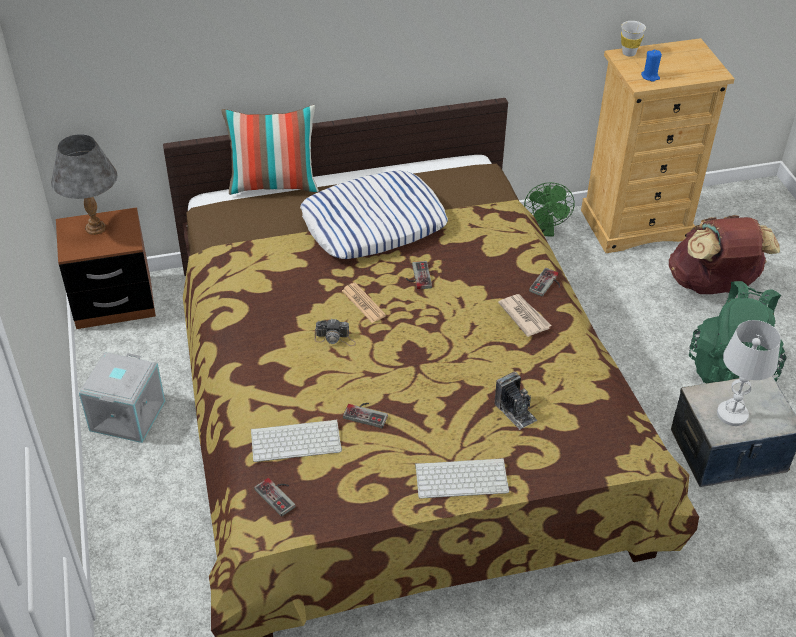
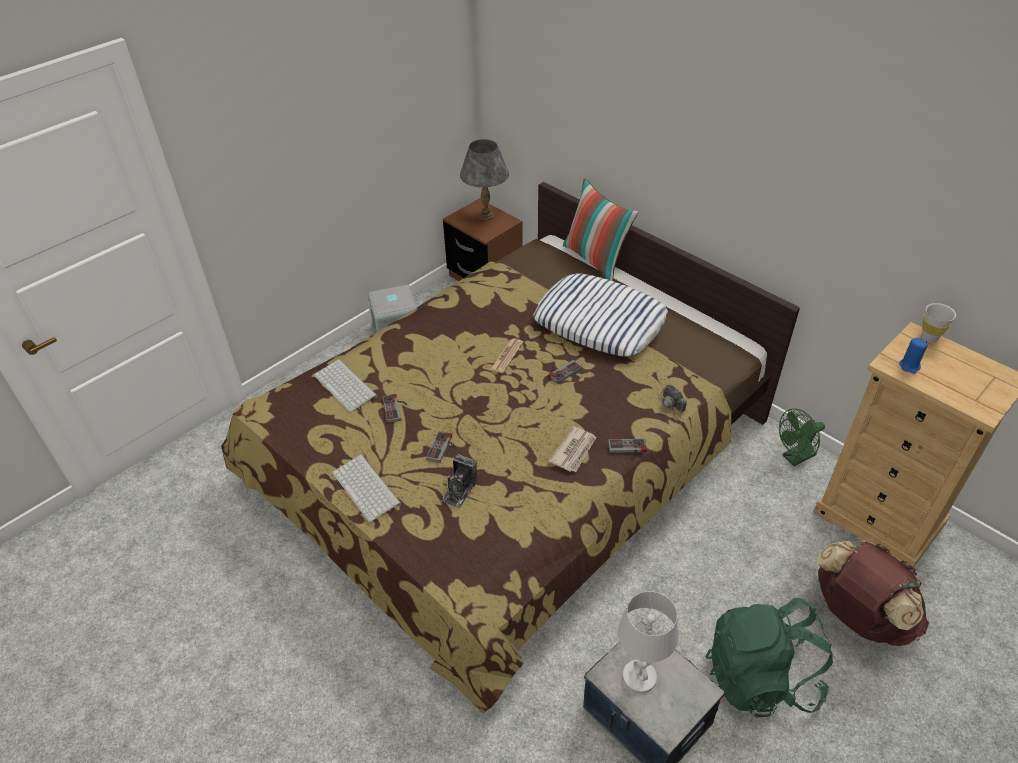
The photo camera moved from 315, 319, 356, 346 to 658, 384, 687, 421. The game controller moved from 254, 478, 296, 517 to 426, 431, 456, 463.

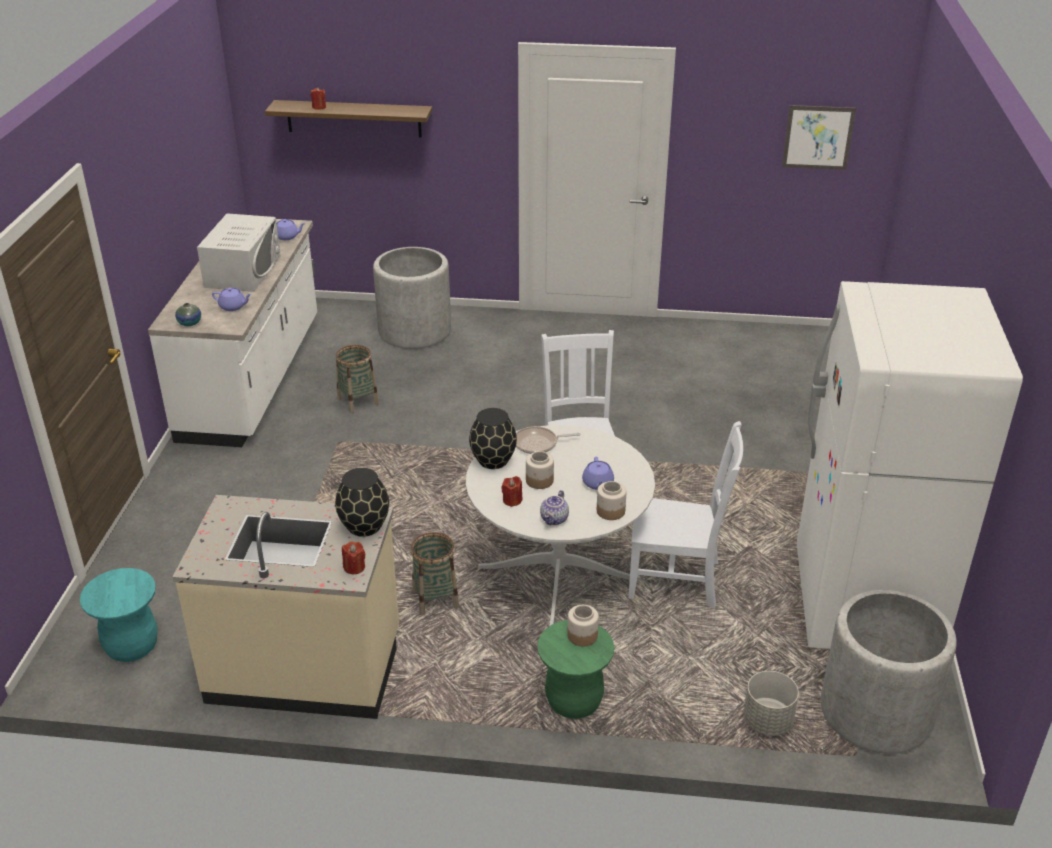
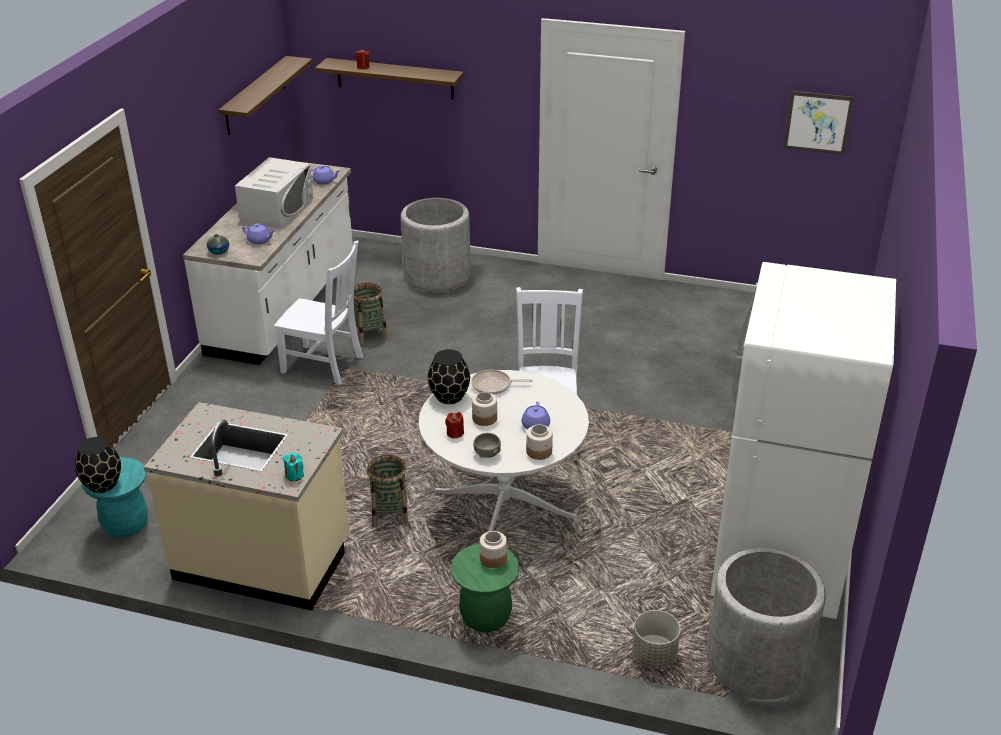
The plain chair in white-coloured moved from 628, 421, 743, 608 to 274, 241, 363, 385. The decorative vase in black moved from 335, 468, 389, 537 to 75, 437, 121, 493. The pot for tea at 540, 490, 569, 525 was replaced by the deep dish in greyish at 473, 433, 501, 458. The wax candle in reddish at 342, 541, 366, 574 became the wax candle in turquoise at 283, 453, 304, 481. The wall shelf at 218, 56, 313, 135 appeared.

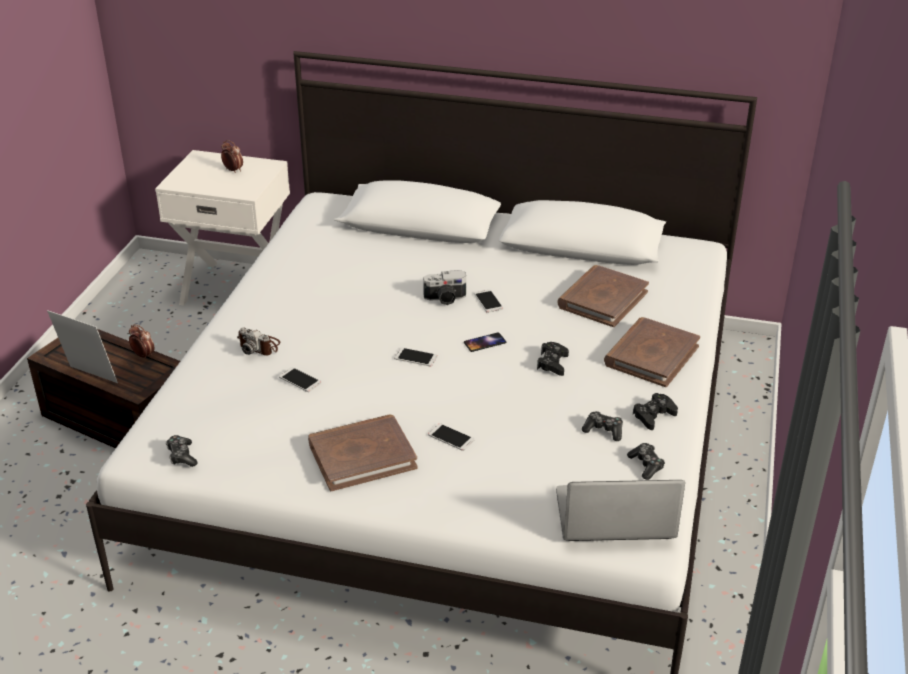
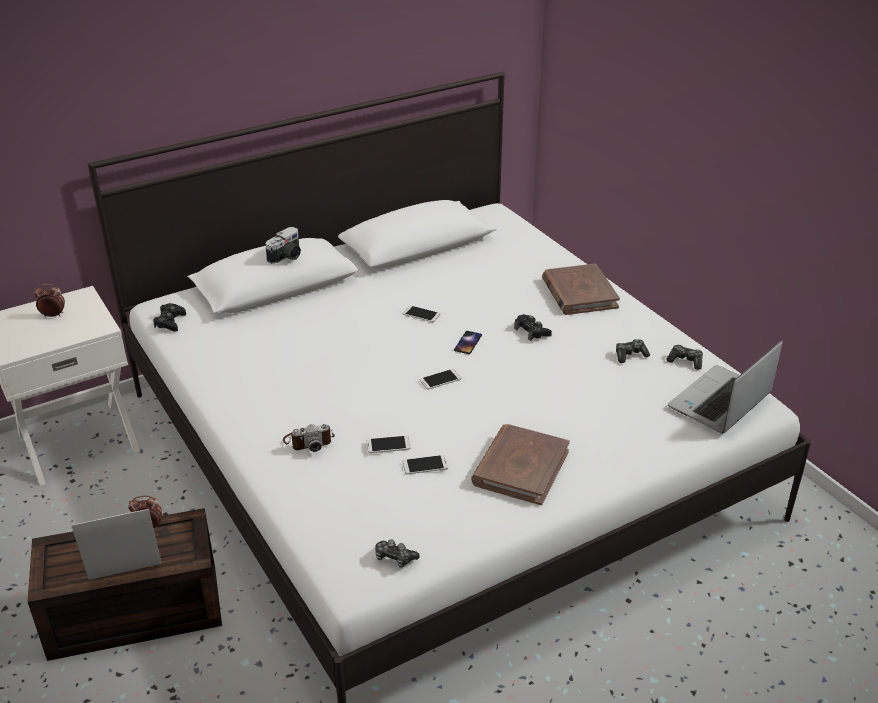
The bound book in brown-coloured at 557, 265, 649, 327 disappeared. The photo camera moved from 423, 270, 466, 305 to 265, 227, 301, 264. The game controller in black moved from 633, 393, 678, 430 to 153, 303, 186, 332. The phone moved from 428, 423, 475, 451 to 402, 455, 448, 475.

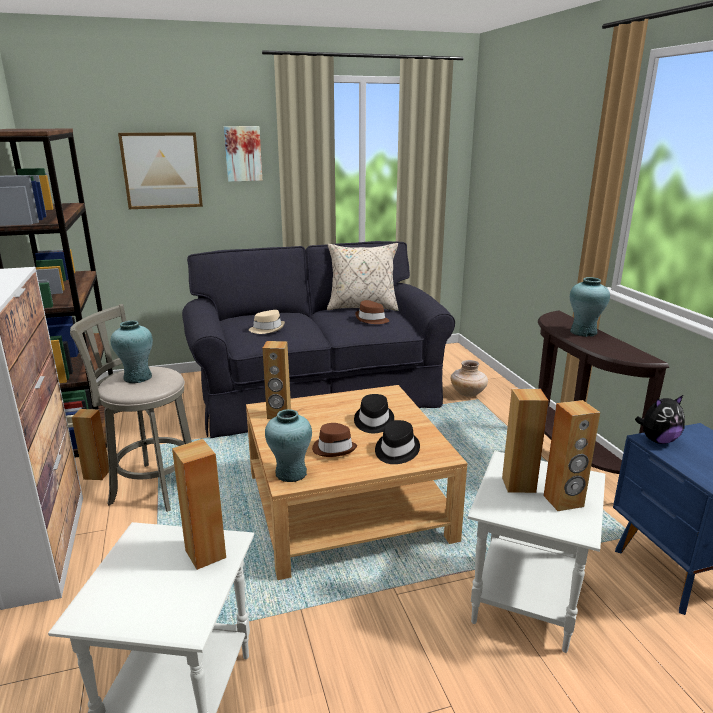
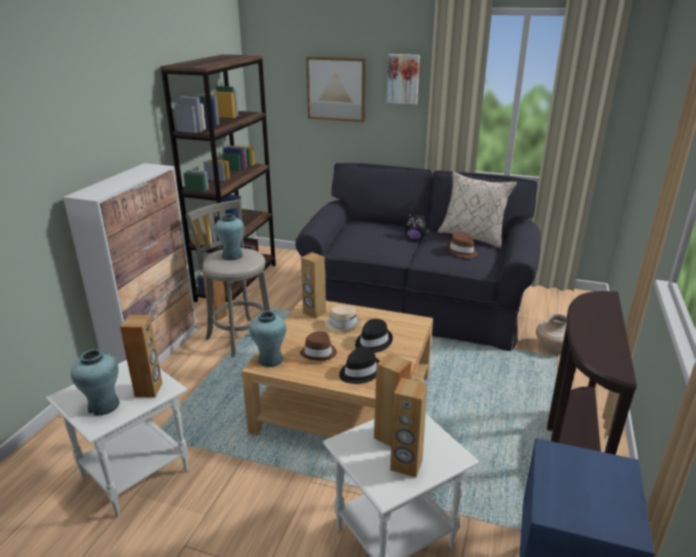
The decorative vase in turquoise moved from 570, 277, 610, 337 to 71, 349, 120, 415. The clothing hat in sand-coloured moved from 249, 310, 285, 334 to 324, 305, 361, 332. The cuddly toy moved from 635, 395, 685, 444 to 405, 213, 430, 240.

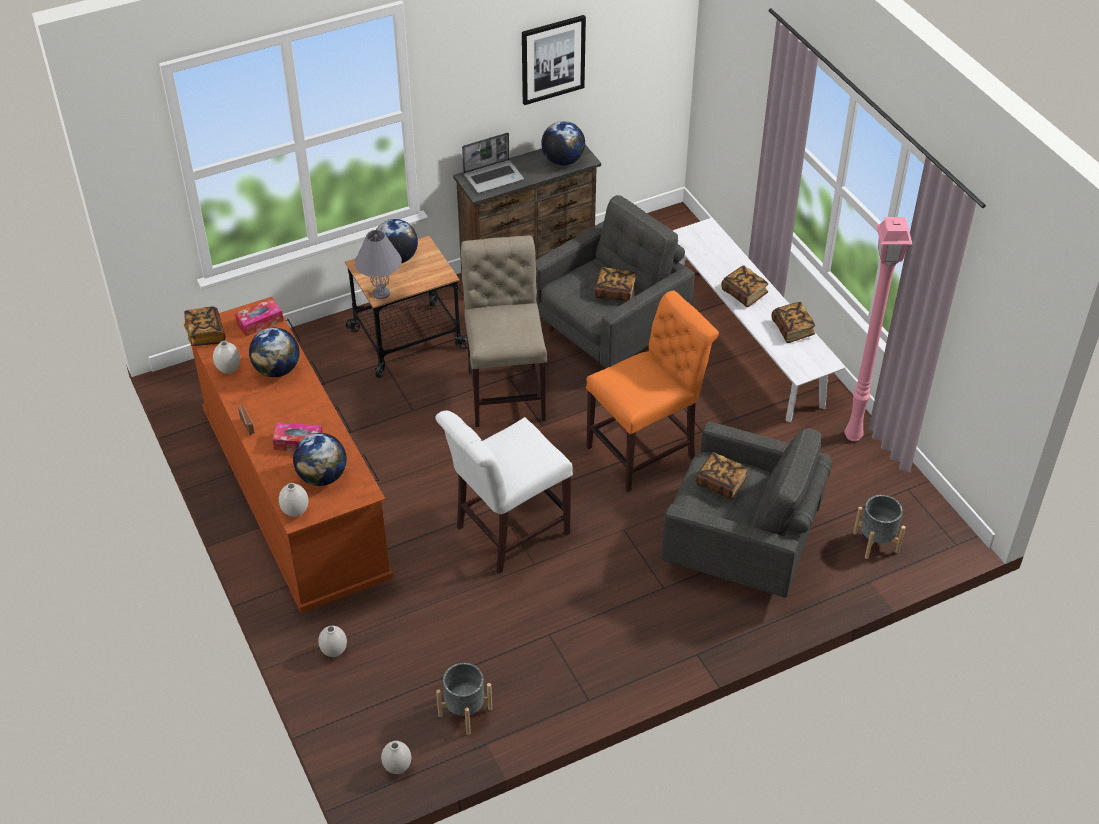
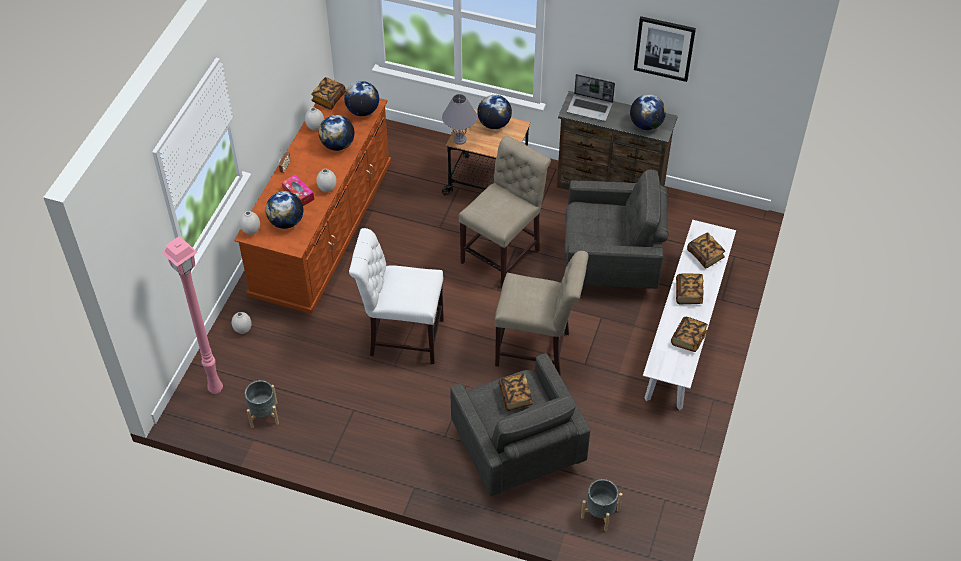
The floor lamp in pinkish moved from 844, 217, 912, 441 to 161, 236, 223, 394. The bound book moved from 595, 267, 636, 302 to 687, 232, 725, 268. The plain chair in orangey at 586, 291, 719, 492 became the plain chair in sand-coloured at 495, 251, 589, 375. The tissue box at 235, 298, 284, 336 was replaced by the world globe at 344, 81, 379, 116. The decorative vase in white-coloured moved from 381, 741, 411, 774 to 316, 169, 336, 192.

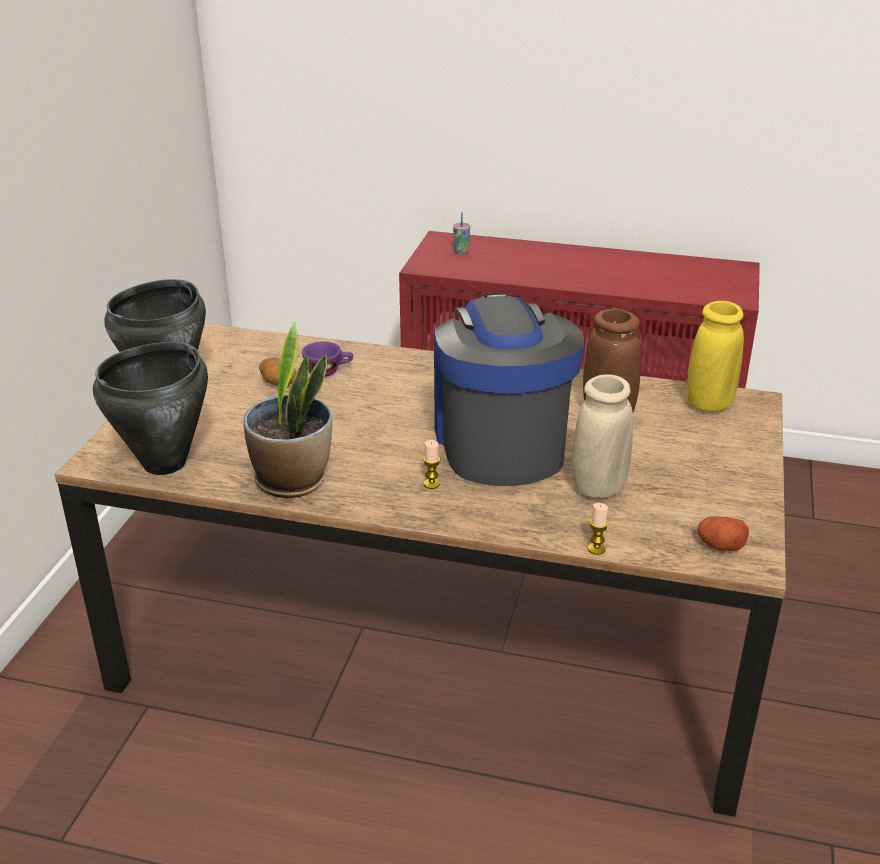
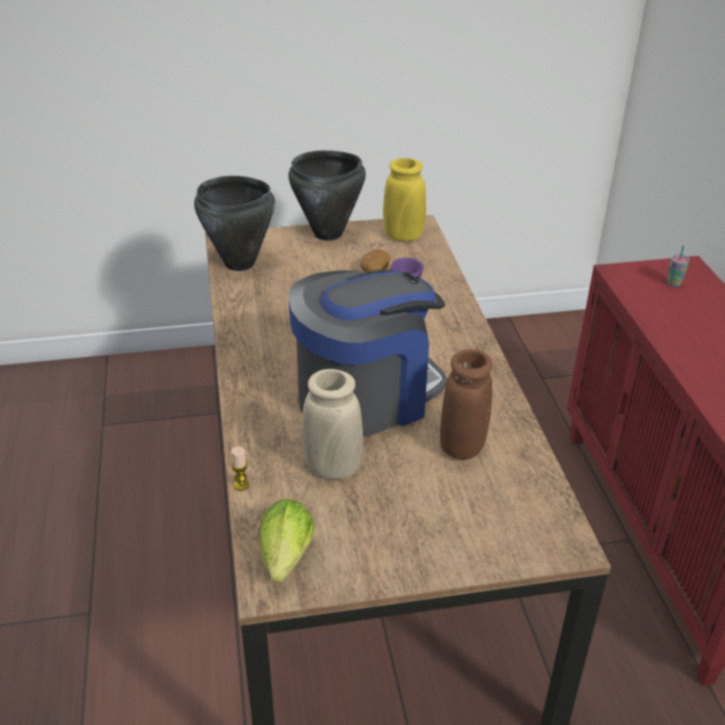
The decorative vase in yellow-coloured moved from 687, 301, 744, 412 to 383, 158, 426, 241. The houseplant at 243, 322, 332, 498 disappeared. The wax candle at 423, 440, 440, 489 disappeared. The whole potato at 698, 516, 749, 551 was replaced by the head of lettuce at 259, 498, 315, 583.

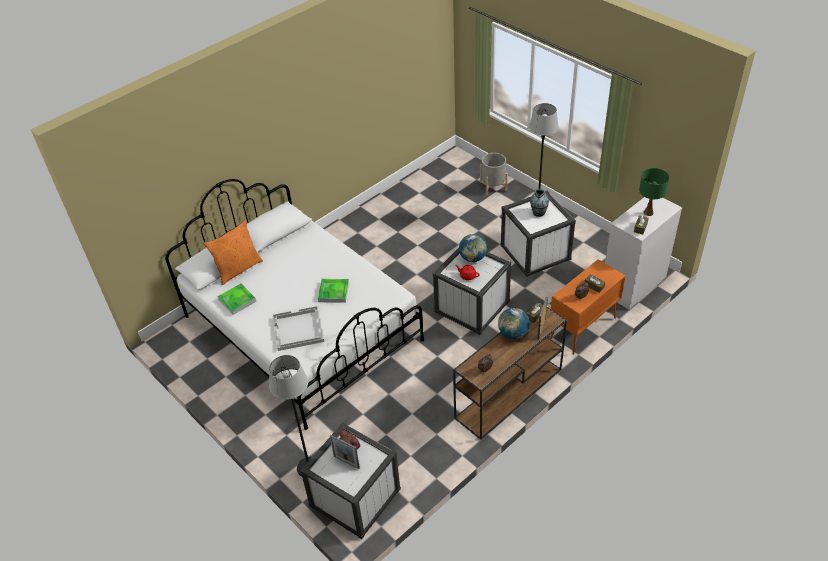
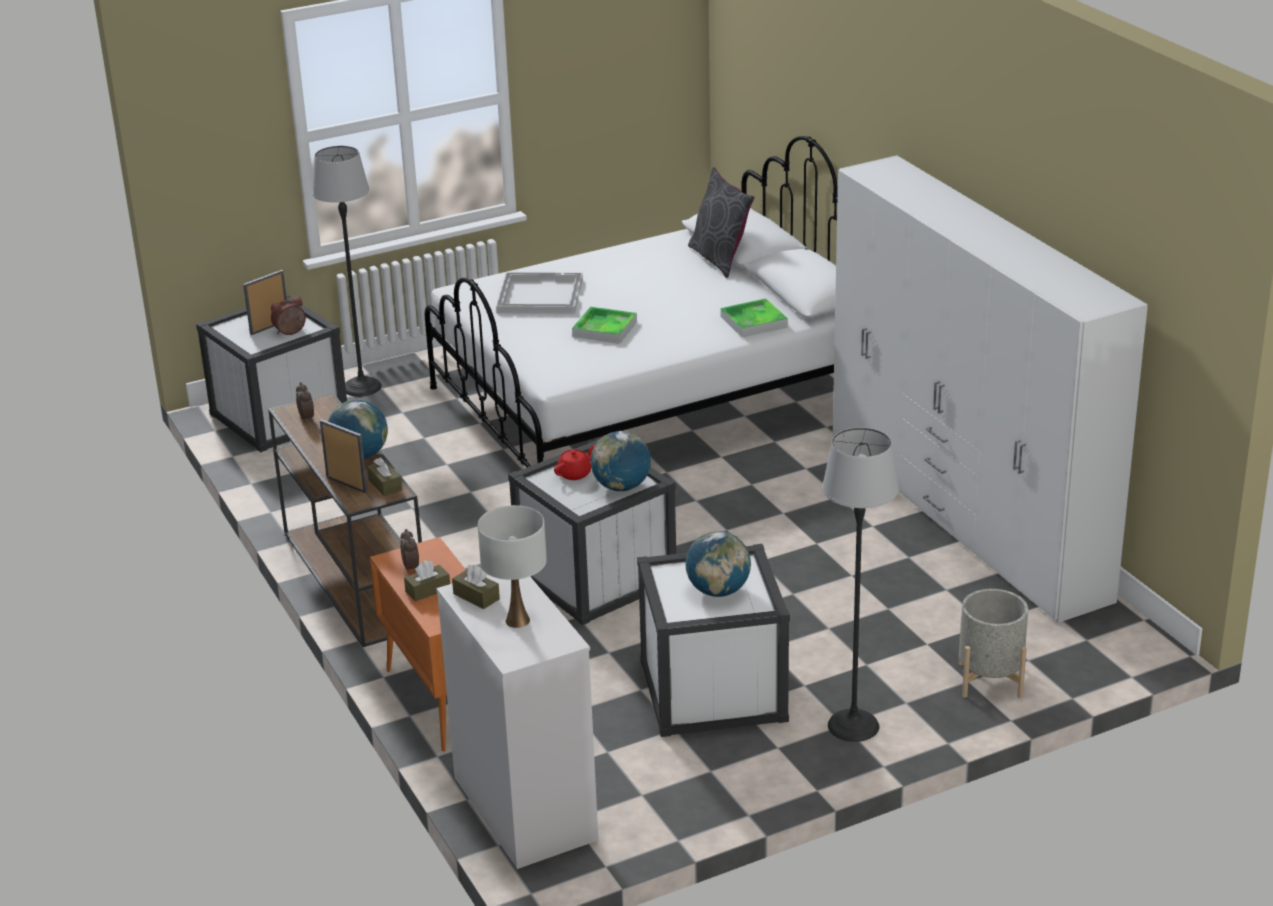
The table lamp in green-coloured at 639, 168, 669, 216 became the table lamp in white-coloured at 478, 505, 547, 628. The decorative vase at 530, 189, 549, 217 was replaced by the world globe at 685, 531, 751, 597. The cushion in orangey at 204, 220, 263, 285 became the cushion in greyish at 688, 167, 754, 278. The carrying tray moved from 218, 284, 256, 315 to 721, 298, 788, 337. The wardrobe in white-coloured at 833, 155, 1148, 623 appeared.

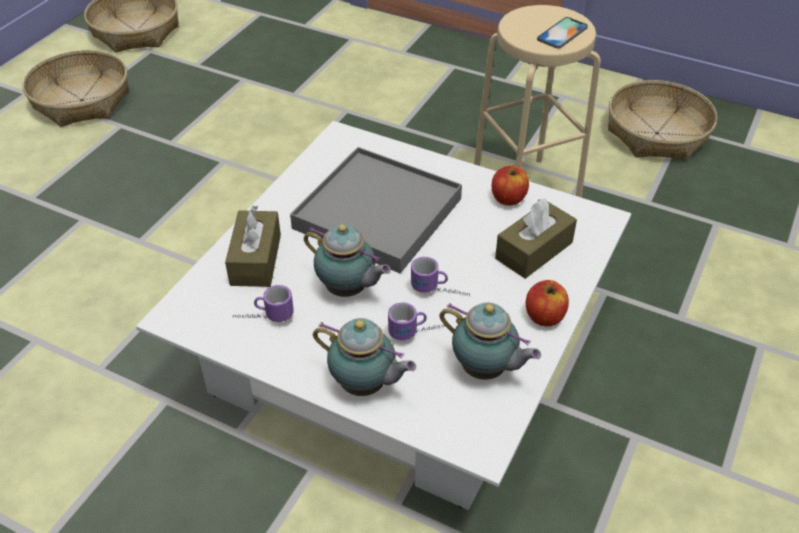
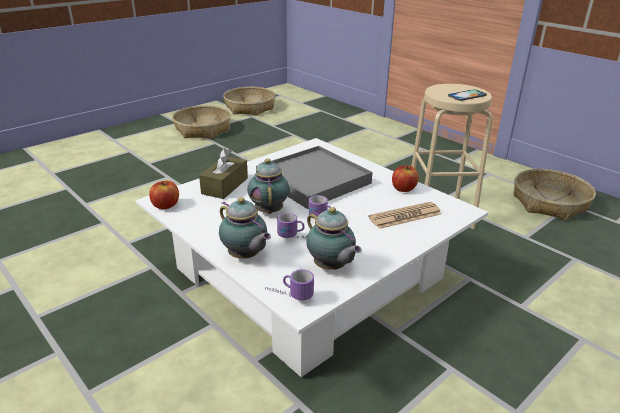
The tissue box in brown-coloured at 495, 199, 577, 279 was replaced by the newspaper at 368, 202, 441, 229. The pot for tea at 304, 224, 391, 297 turned 150 degrees counterclockwise. The apple fruit moved from 526, 280, 569, 327 to 149, 181, 179, 209. The coffee mug moved from 233, 285, 294, 322 to 265, 269, 314, 301.

